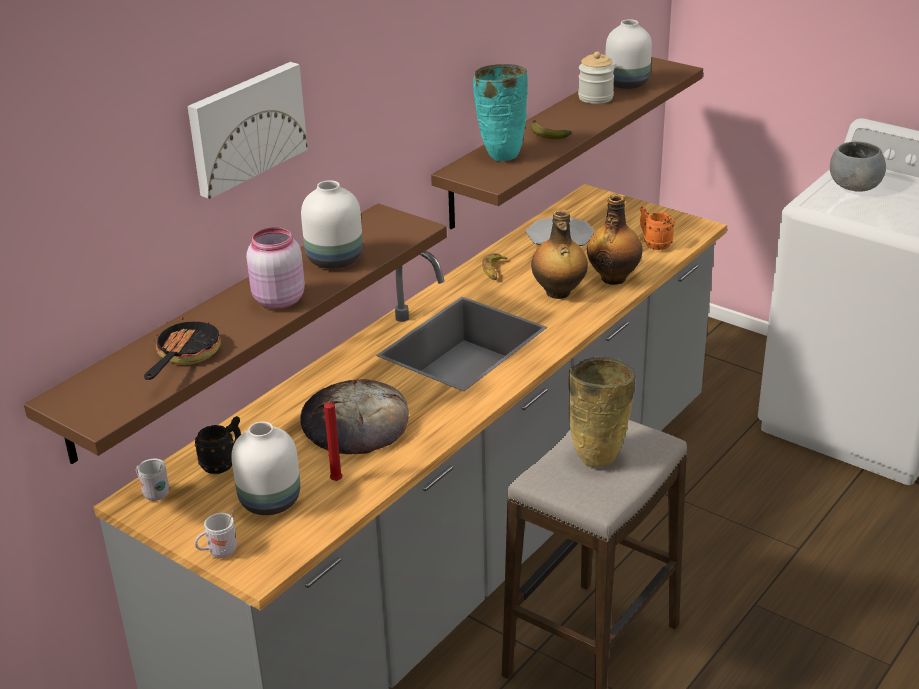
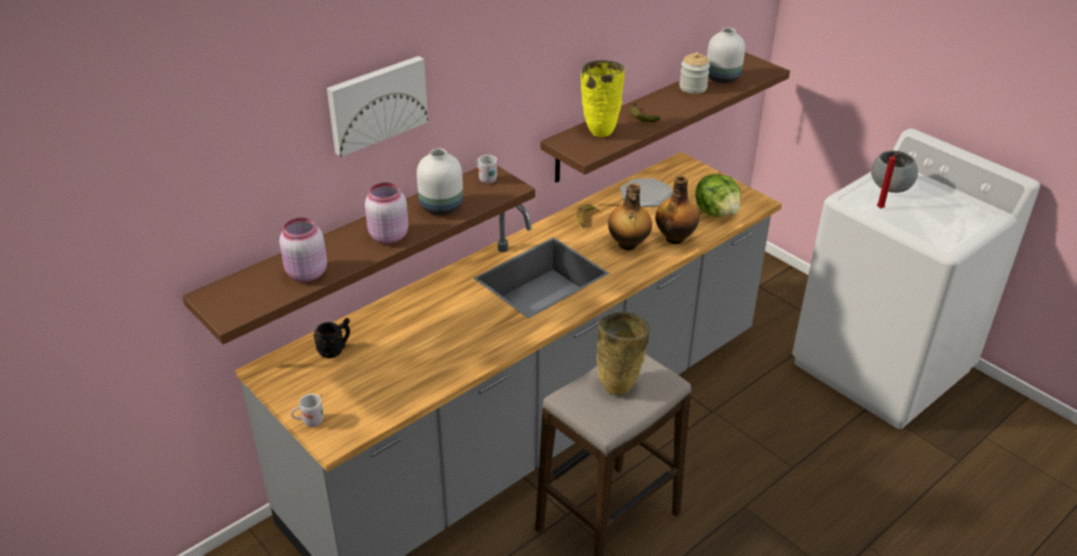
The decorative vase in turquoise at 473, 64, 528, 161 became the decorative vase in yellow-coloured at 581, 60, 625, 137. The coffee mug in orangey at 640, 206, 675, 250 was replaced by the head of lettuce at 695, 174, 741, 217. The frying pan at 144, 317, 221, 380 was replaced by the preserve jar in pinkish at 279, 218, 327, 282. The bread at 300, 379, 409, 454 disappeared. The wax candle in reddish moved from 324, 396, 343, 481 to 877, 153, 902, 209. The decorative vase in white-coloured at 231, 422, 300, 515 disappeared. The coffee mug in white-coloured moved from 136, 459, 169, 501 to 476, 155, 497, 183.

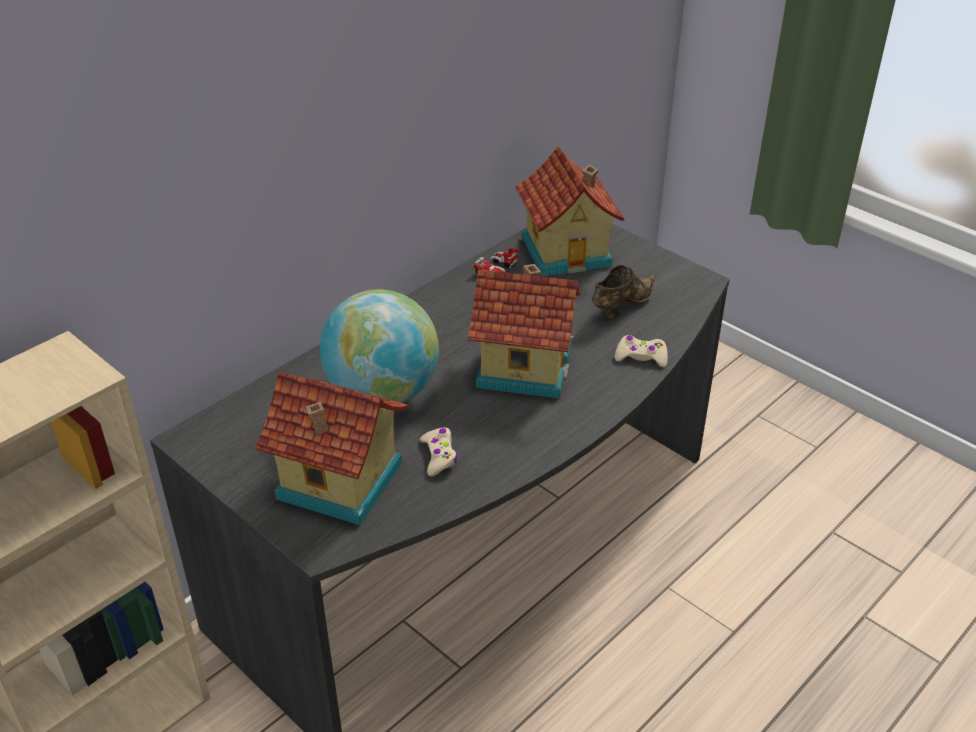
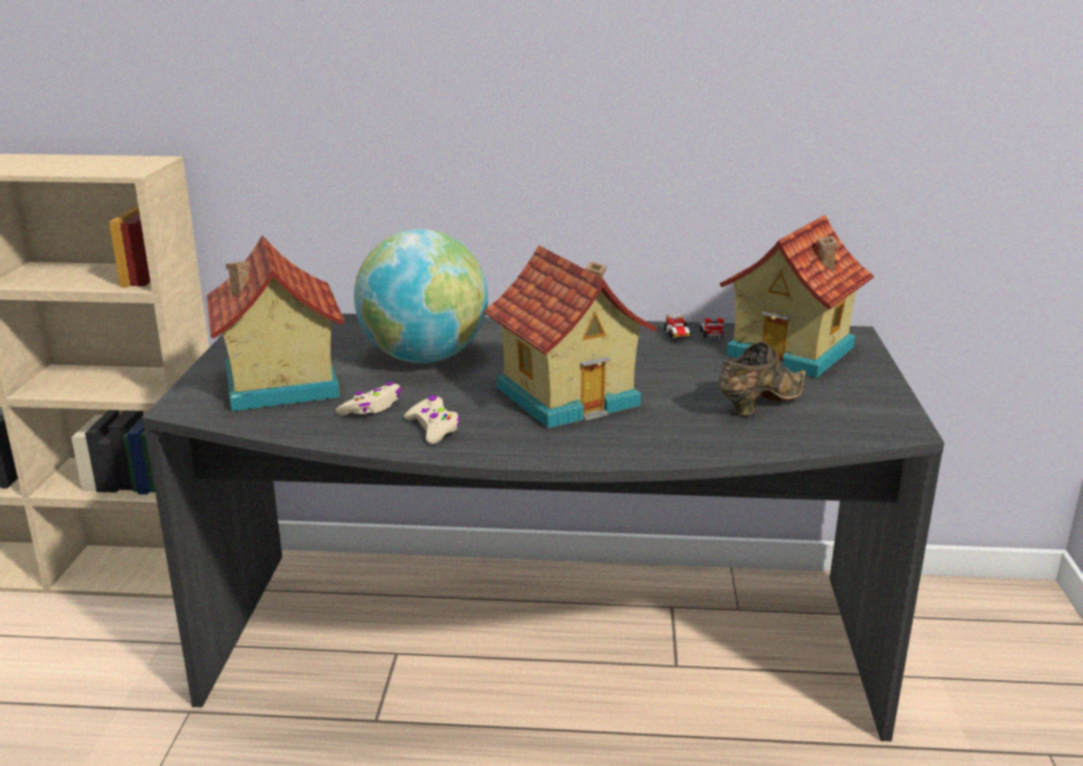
The low shoe in brown-coloured at 592, 265, 655, 319 turned 45 degrees counterclockwise. The game controller in sand-coloured moved from 615, 335, 668, 367 to 404, 395, 460, 444.

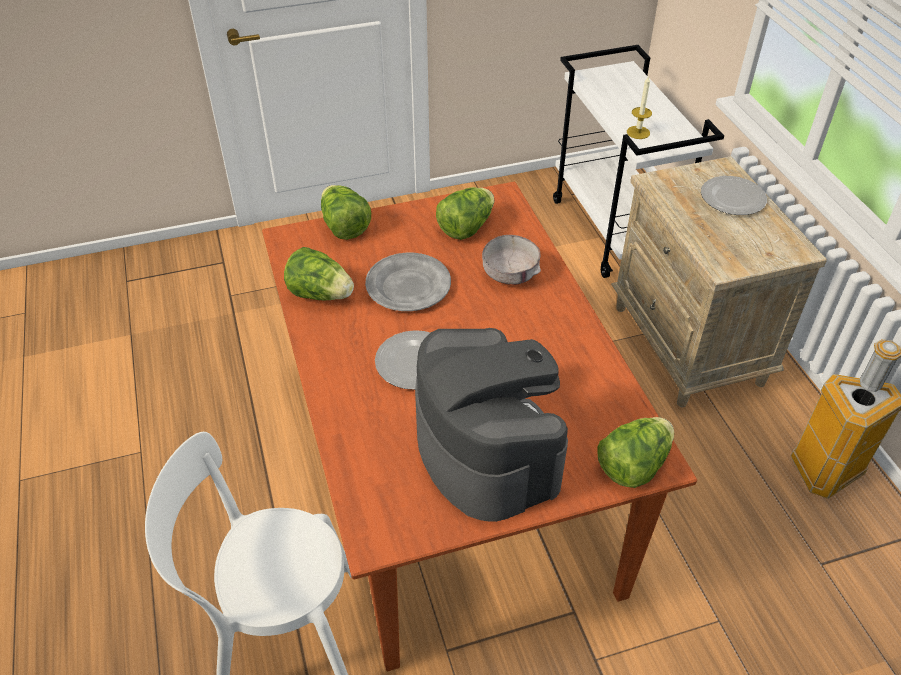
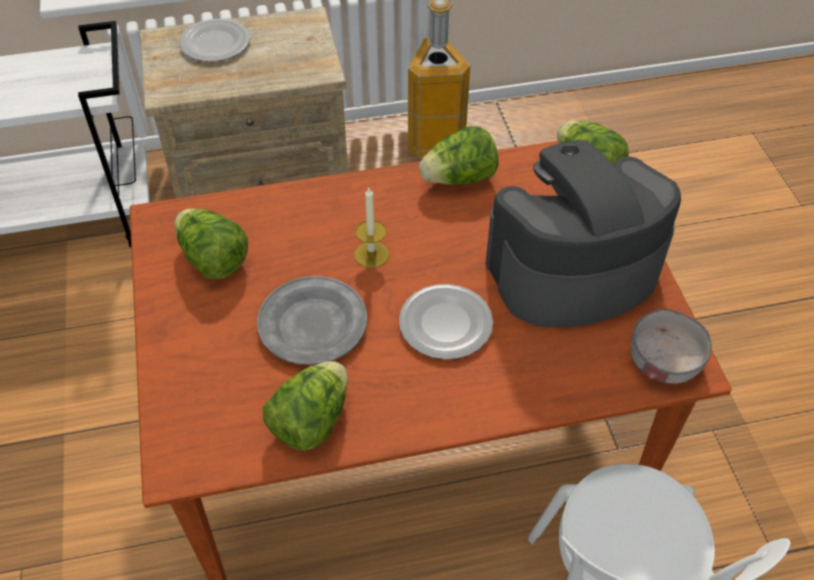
The wax candle moved from 627, 75, 652, 139 to 354, 188, 390, 268. The head of lettuce moved from 321, 185, 371, 240 to 419, 126, 499, 185. The deep dish in greyish moved from 482, 235, 541, 285 to 631, 308, 712, 384.

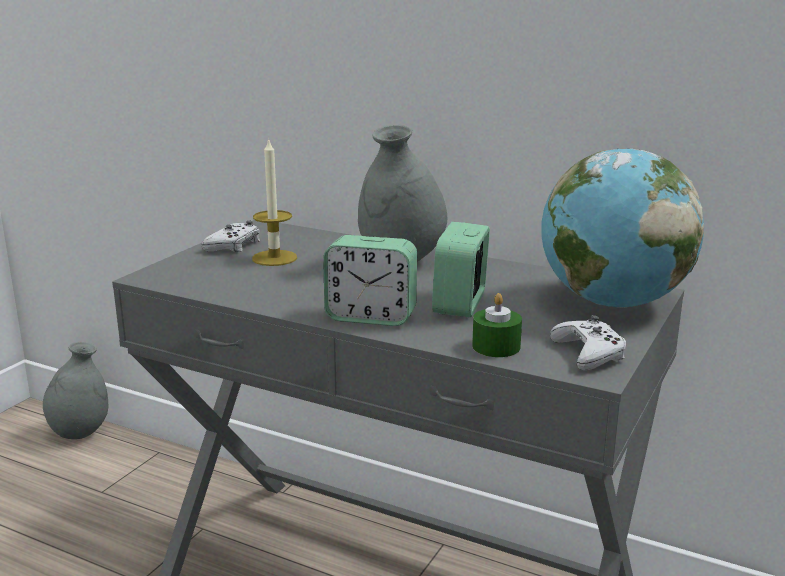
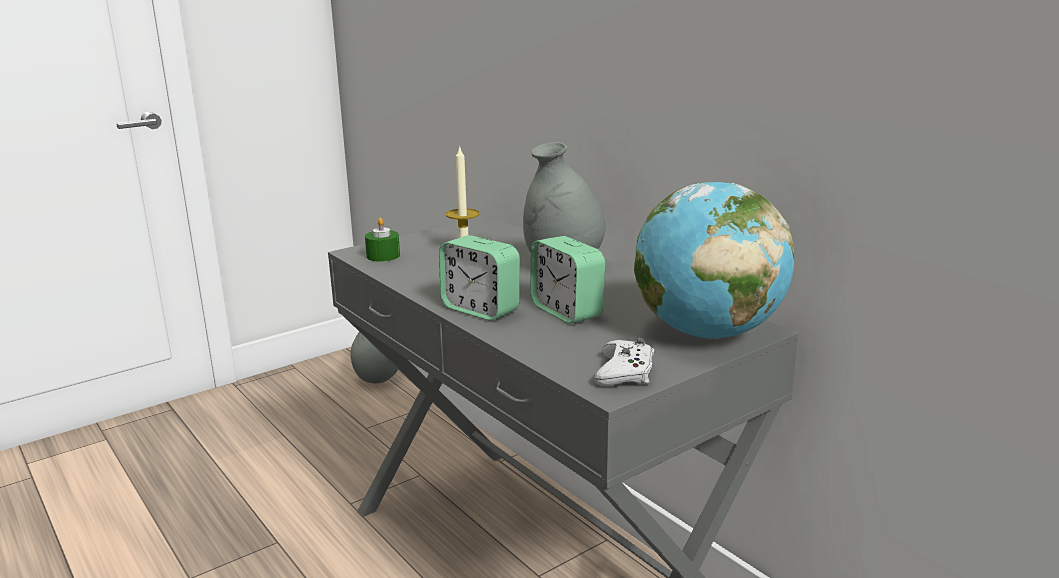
The game controller in white-coloured at 201, 220, 260, 252 disappeared. The table clock at 432, 222, 490, 317 turned 75 degrees counterclockwise. The wax candle in green-coloured moved from 472, 293, 522, 357 to 365, 217, 400, 262.

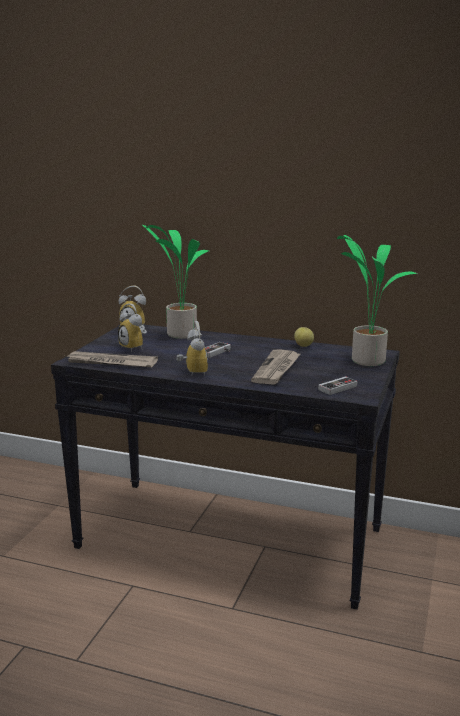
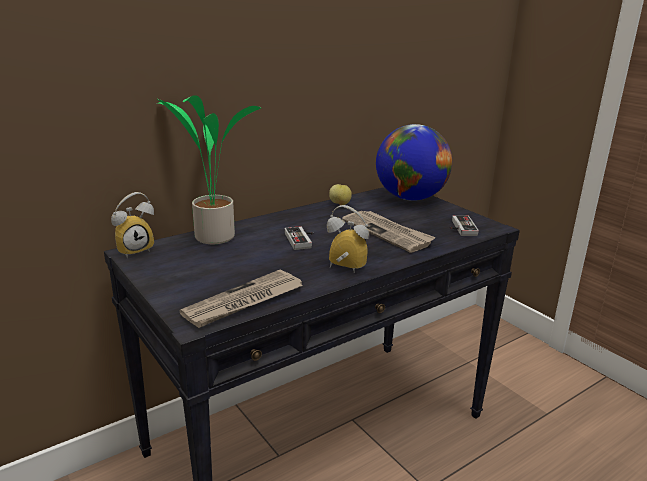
The houseplant at 337, 235, 417, 366 was replaced by the world globe at 376, 124, 452, 201. The table clock at 118, 303, 147, 352 disappeared.

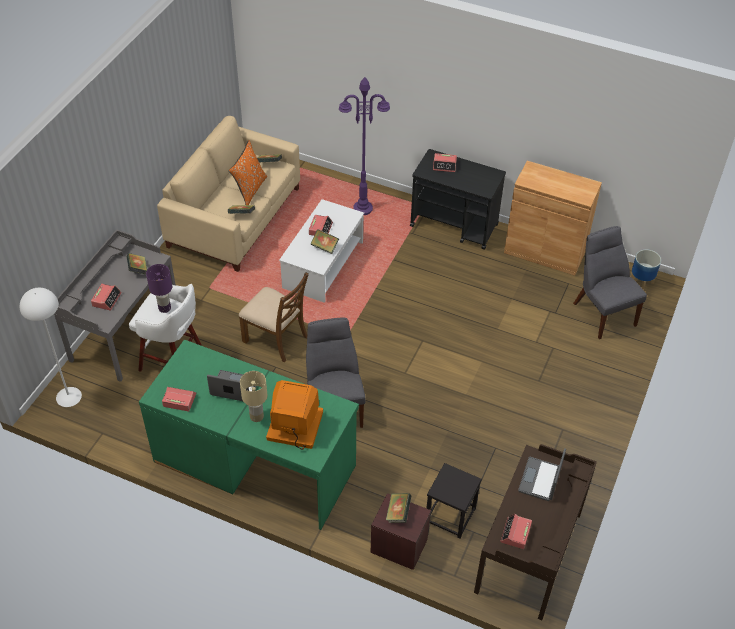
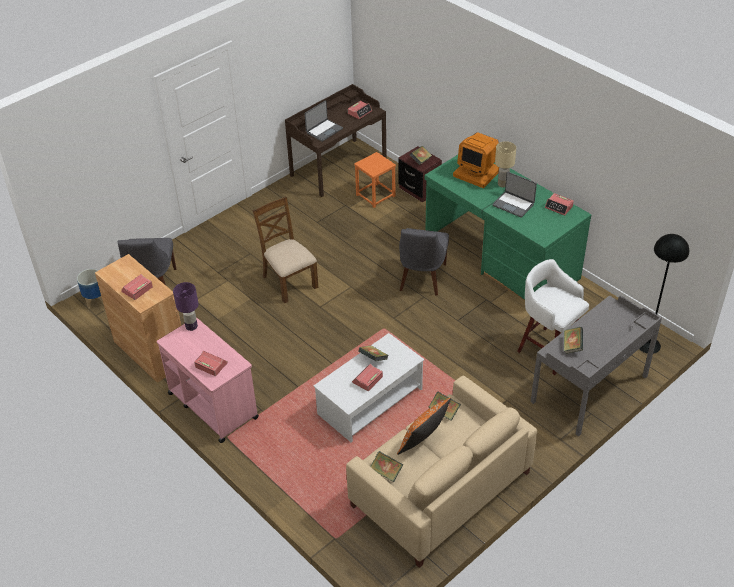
The floor lamp in purplish at 339, 77, 390, 215 disappeared. The trolley in black at 410, 149, 506, 250 became the trolley in pinkish at 157, 317, 259, 443. The table lamp in purplish moved from 146, 264, 172, 313 to 173, 282, 199, 331. The plain chair in brown-coloured moved from 239, 272, 309, 362 to 252, 196, 318, 303. The table clock moved from 91, 284, 122, 311 to 121, 274, 153, 300. The floor lamp in white-coloured at 20, 288, 82, 407 became the floor lamp in black at 639, 234, 689, 354. The stool in black at 426, 463, 482, 538 became the stool in orangey at 354, 152, 396, 208.

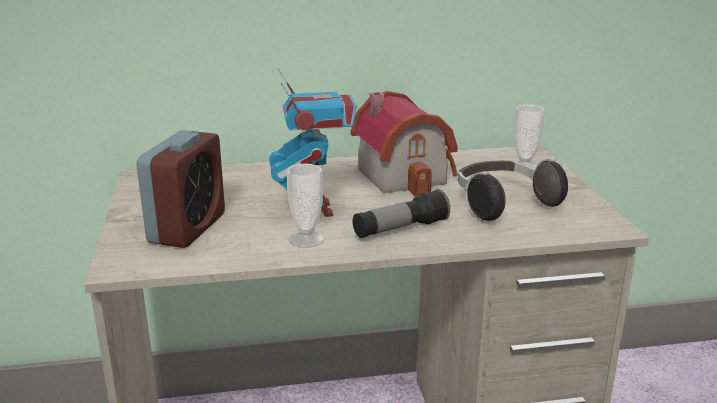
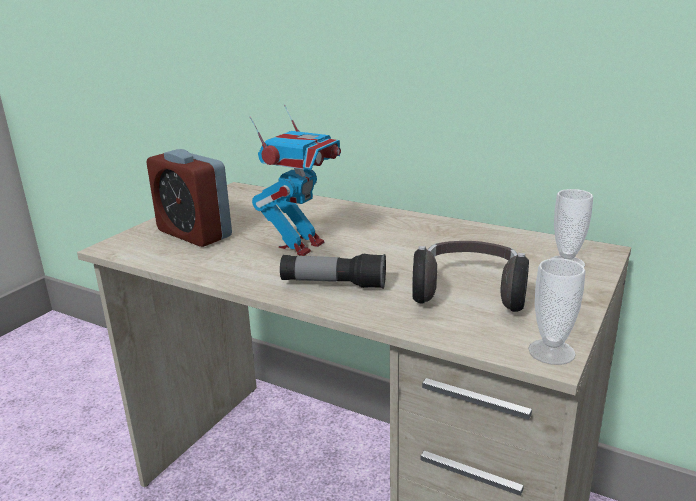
The miniature house at 351, 91, 458, 196 disappeared. The table clock at 136, 130, 225, 248 turned 75 degrees clockwise. The cup moved from 287, 164, 325, 248 to 528, 258, 586, 365.

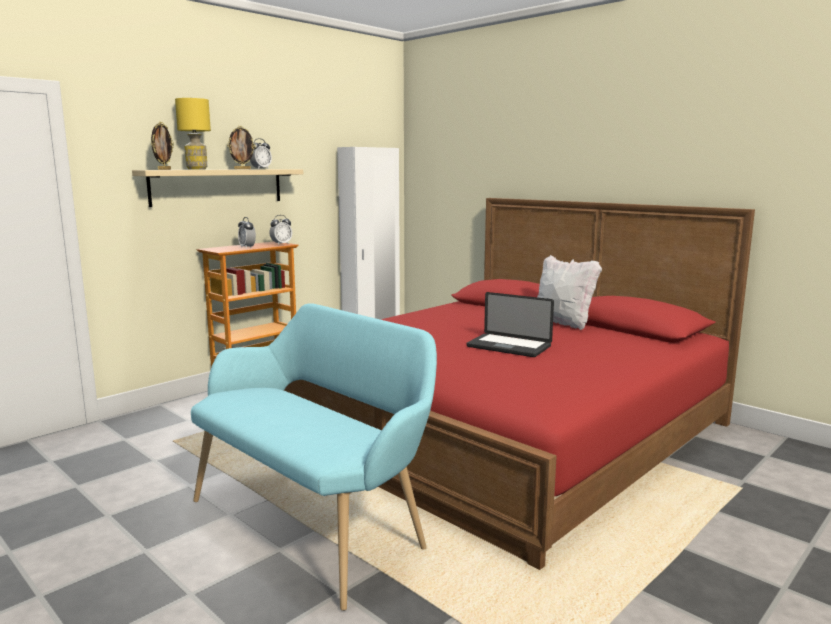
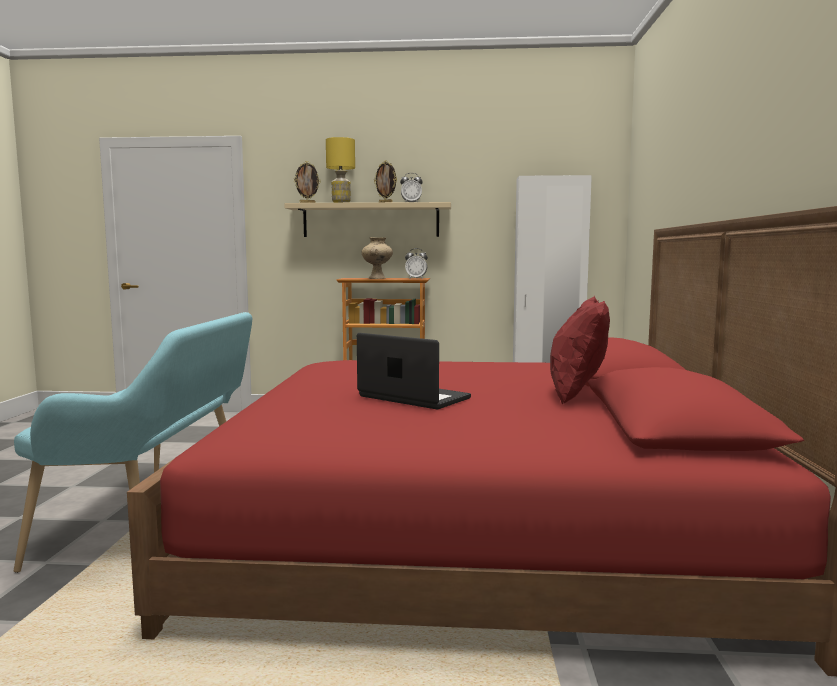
The table clock at 238, 217, 256, 249 was replaced by the decorative vase in sand-coloured at 362, 237, 393, 279. The cushion in white-coloured at 537, 255, 602, 330 became the cushion in reddish at 550, 296, 610, 405. The portable computer at 466, 292, 554, 357 turned 135 degrees clockwise.

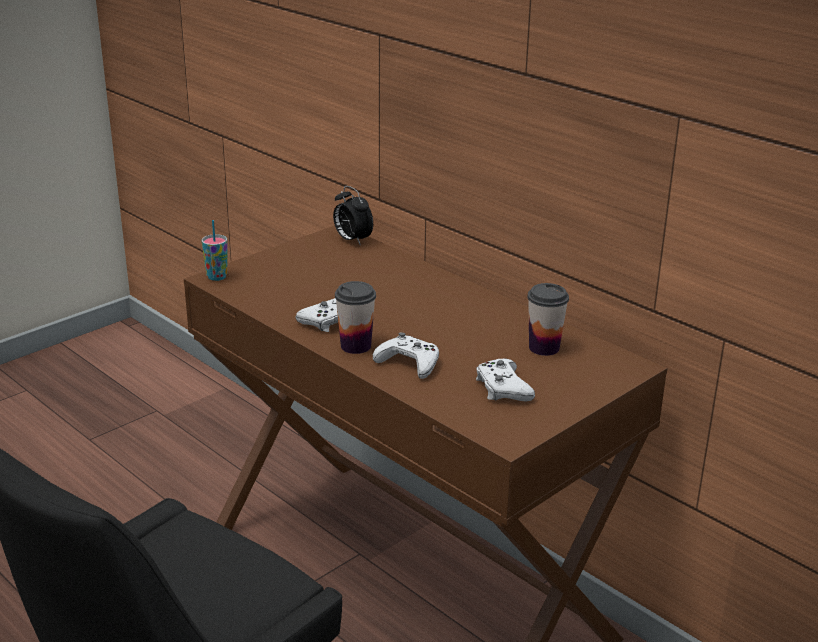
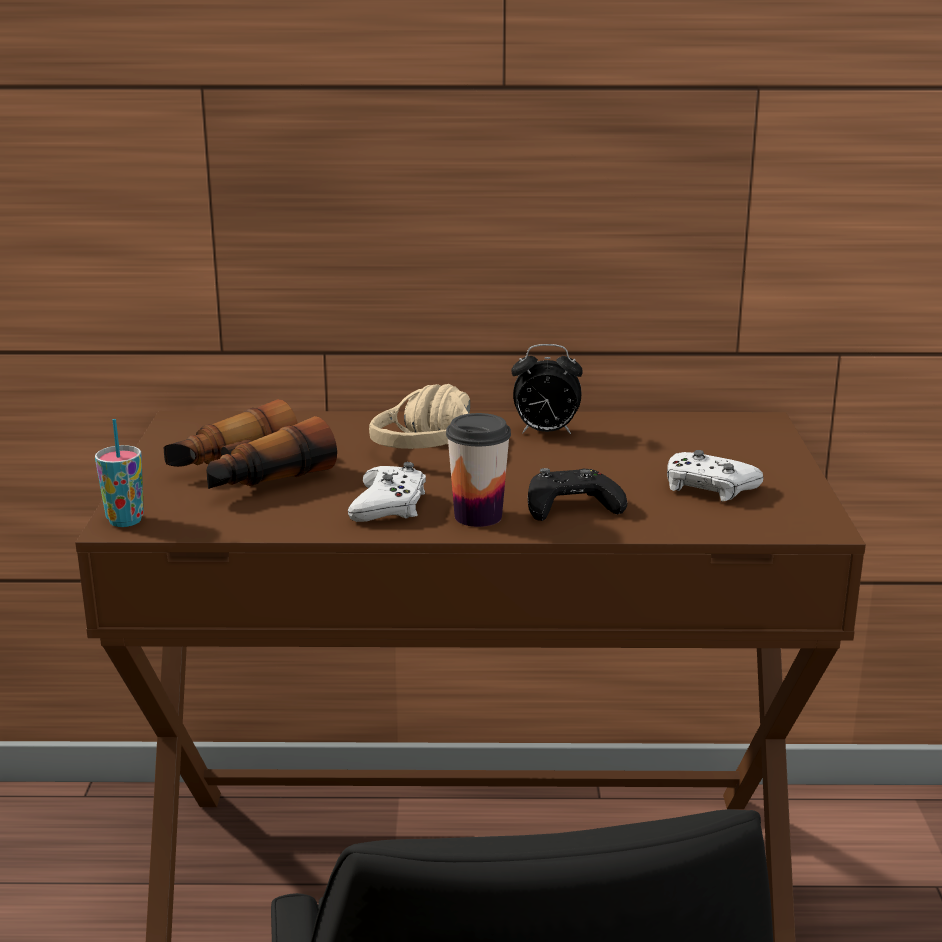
The table clock moved from 333, 186, 373, 246 to 511, 344, 583, 434. The cup at 527, 283, 569, 356 disappeared. The game controller in white-coloured at 373, 332, 439, 379 became the game controller in black at 528, 468, 627, 521. The headphones in sand-coloured at 369, 384, 470, 449 appeared. The binoculars at 163, 399, 337, 489 appeared.

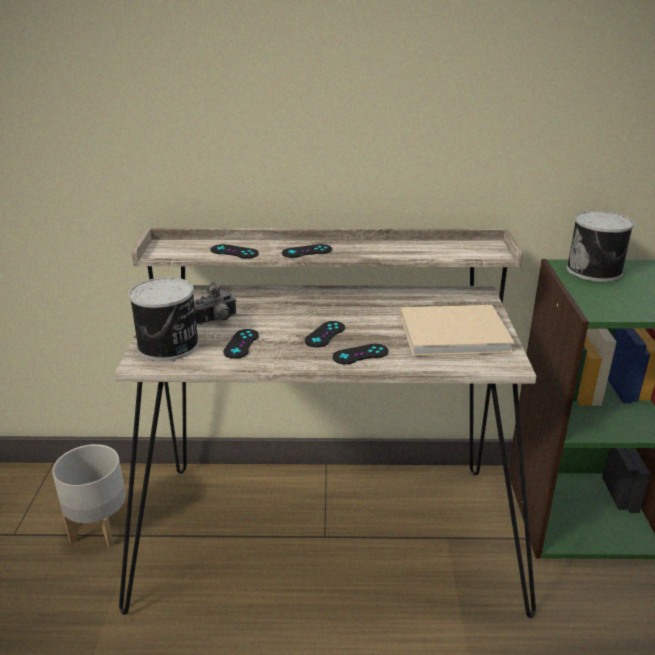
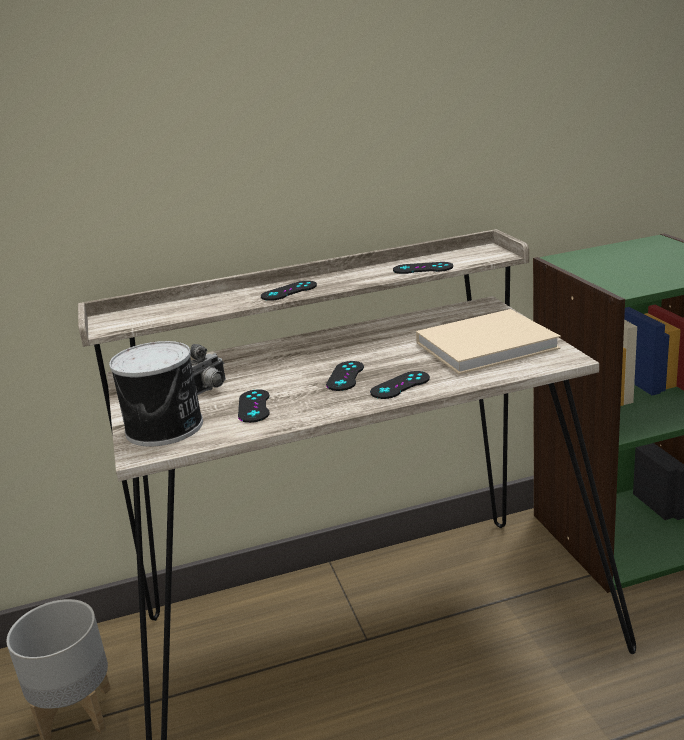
The sealed can at 567, 211, 634, 282 disappeared. The game controller in black moved from 211, 244, 259, 259 to 393, 262, 453, 274.

